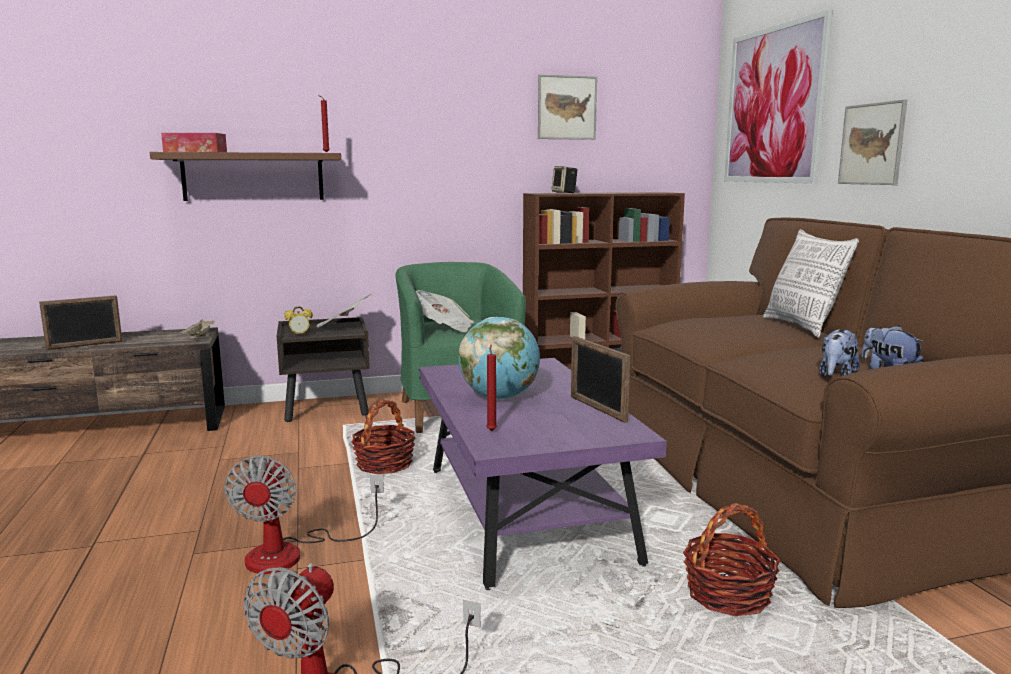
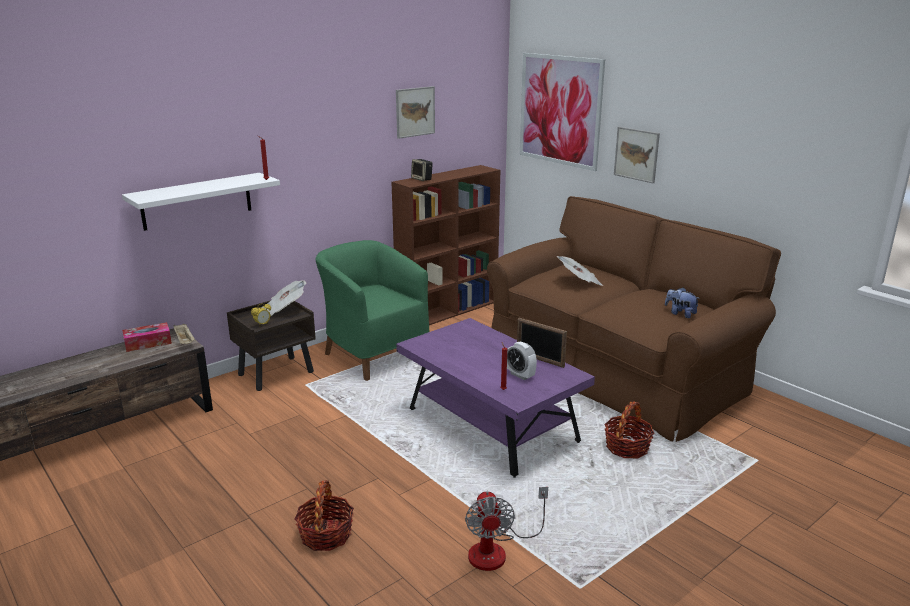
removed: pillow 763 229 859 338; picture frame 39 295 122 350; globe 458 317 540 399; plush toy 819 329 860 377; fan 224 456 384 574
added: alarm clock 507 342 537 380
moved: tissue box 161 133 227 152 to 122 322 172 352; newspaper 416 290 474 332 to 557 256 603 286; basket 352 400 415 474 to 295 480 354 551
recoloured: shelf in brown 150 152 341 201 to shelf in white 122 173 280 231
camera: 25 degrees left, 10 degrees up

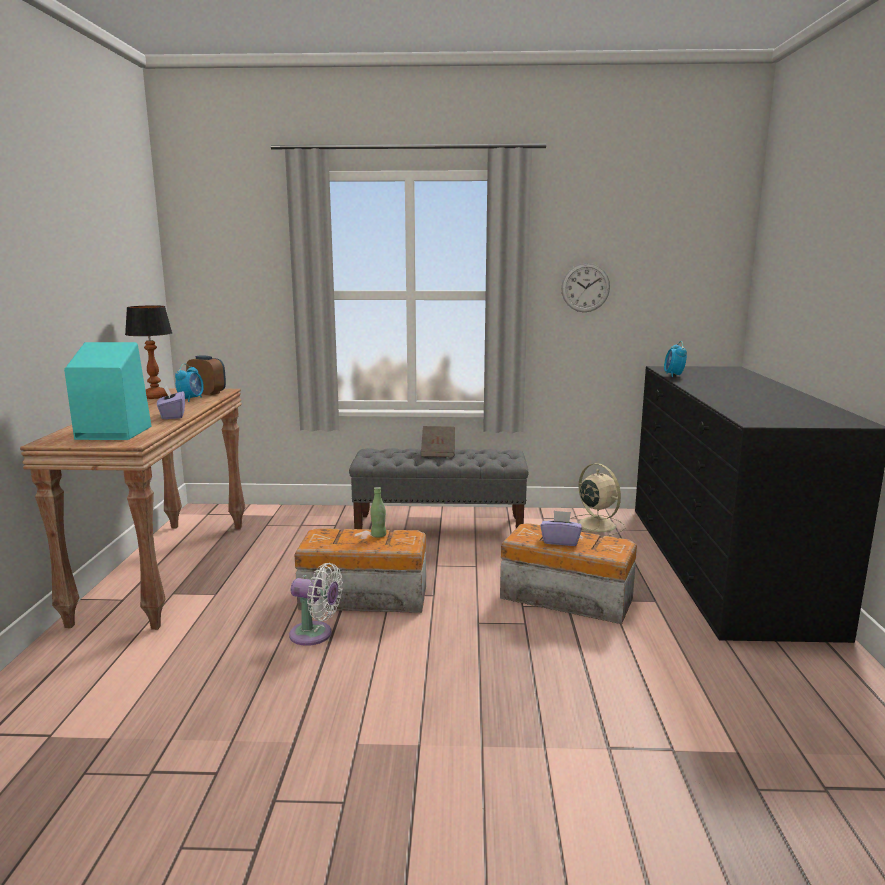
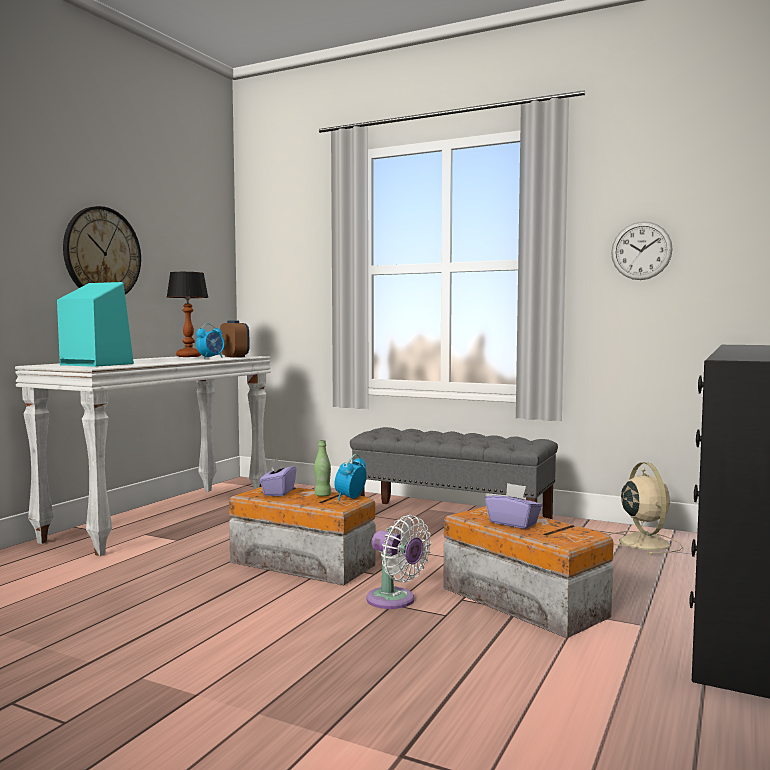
removed: book in brown 421 426 455 457
added: wall clock 63 206 141 295
moved: alarm clock 664 341 687 377 to 334 454 367 501; tissue box in purple 157 386 185 419 to 260 459 296 496; fan in white 289 563 343 646 to 366 515 431 609
recoloured: console table in brown 20 388 245 630 to console table in white 15 355 271 556
camera: 25 degrees right, 10 degrees down

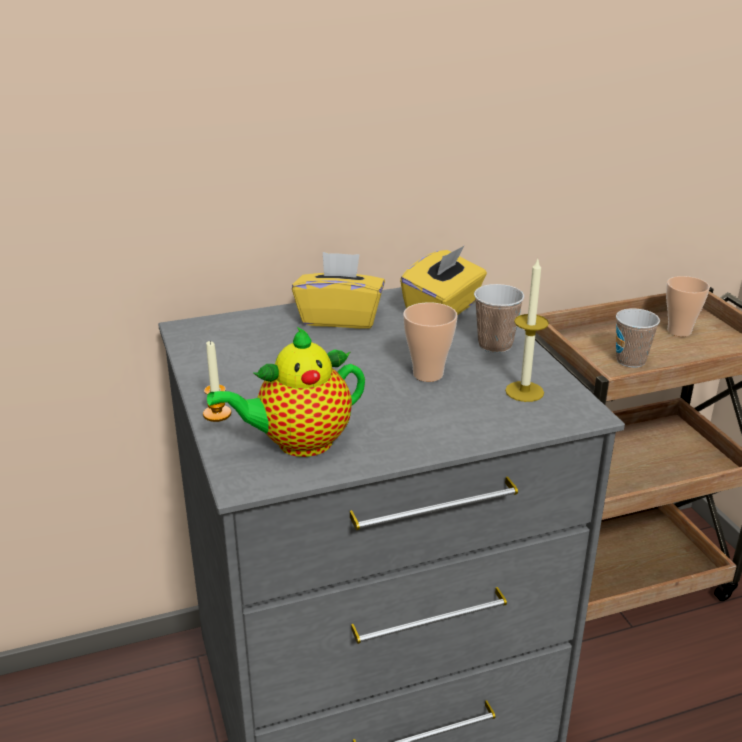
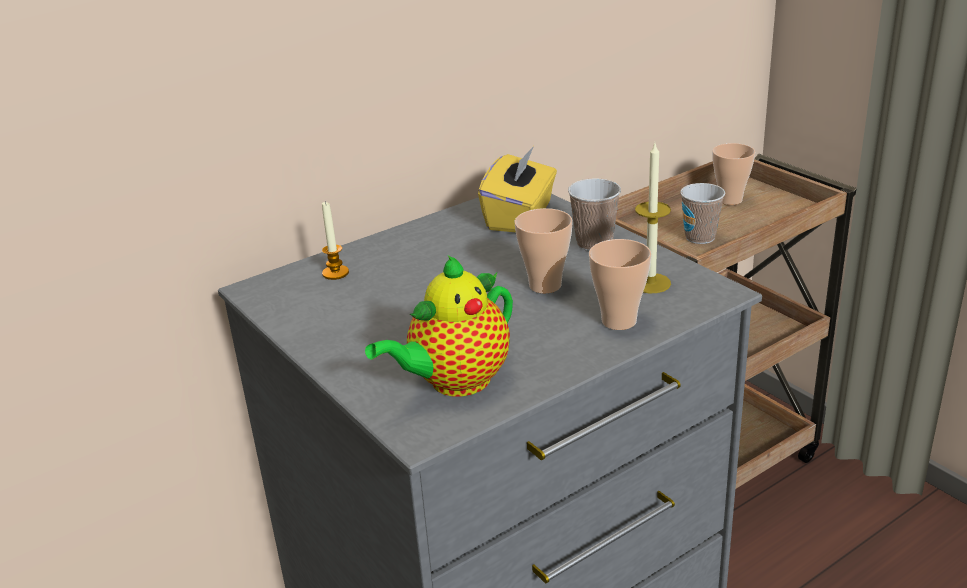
removed: tissue box in yellow 292 252 385 329
added: cup 589 239 651 330
moved: candle 203 341 231 422 to 322 201 349 280
camera: 15 degrees left, 0 degrees up

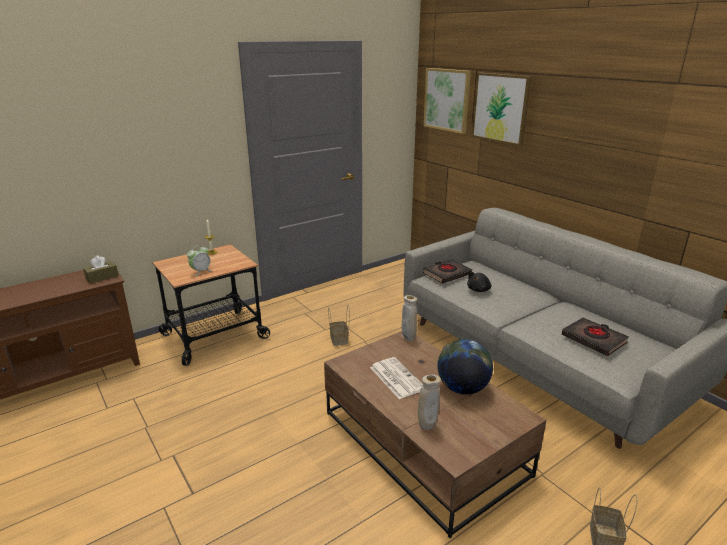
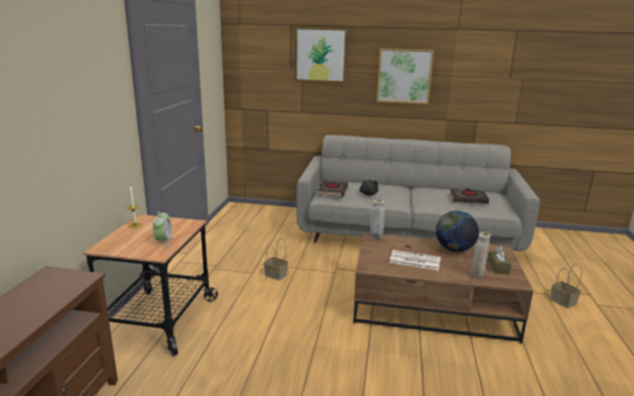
moved: picture 423 68 471 134 to 377 48 434 104; tissue box in brown 83 256 119 283 to 488 246 512 274
camera: 45 degrees left, 5 degrees down

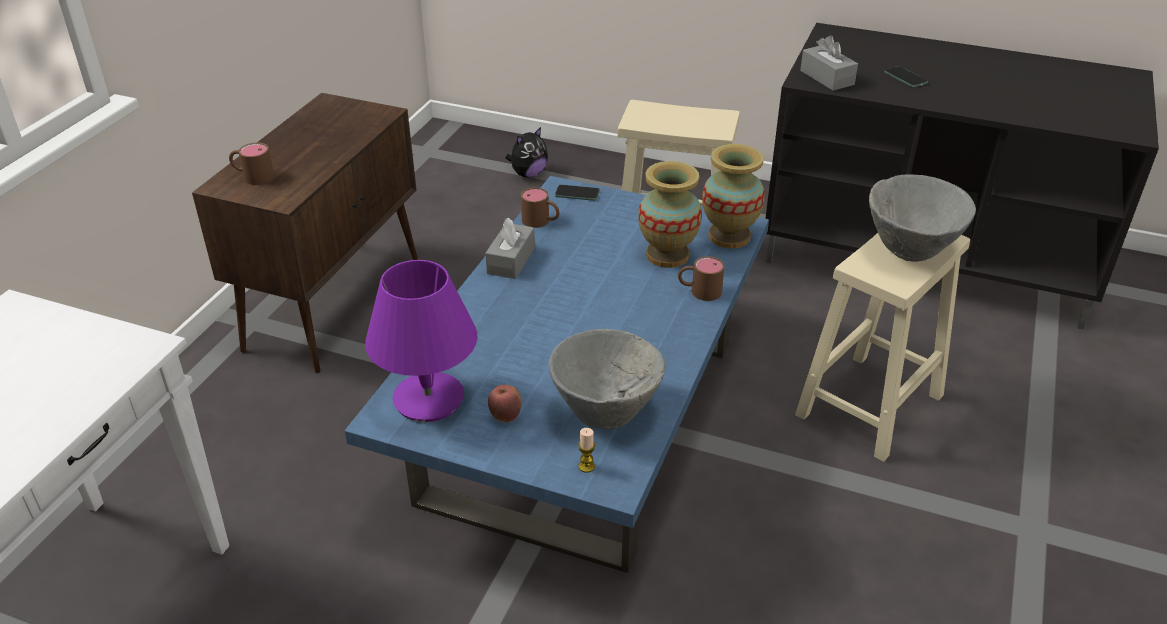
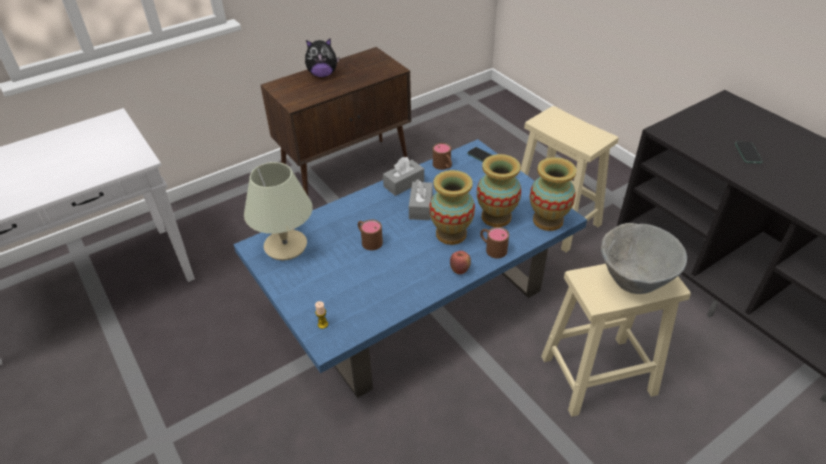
removed: bowl in grey 549 329 666 429
added: vase 429 170 475 245
moved: tissue box in grey 800 35 858 91 to 409 180 433 220; plush toy 506 127 548 178 to 305 39 339 77; mug in brown 229 142 274 185 to 358 220 383 250; apple 488 385 521 422 to 450 251 471 274
recoloured: table lamp in purple 365 260 478 422 to table lamp in beige 244 162 313 260
camera: 35 degrees right, 5 degrees up

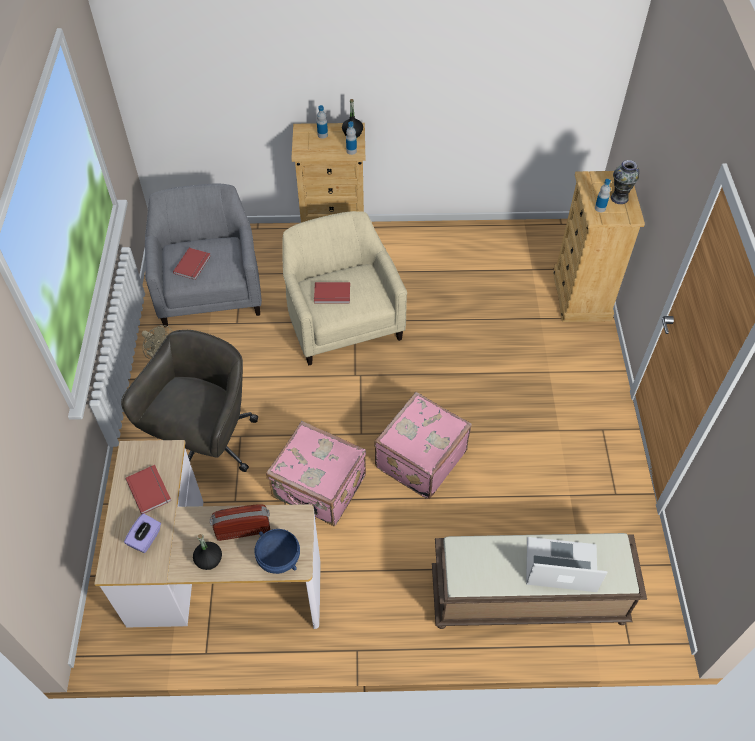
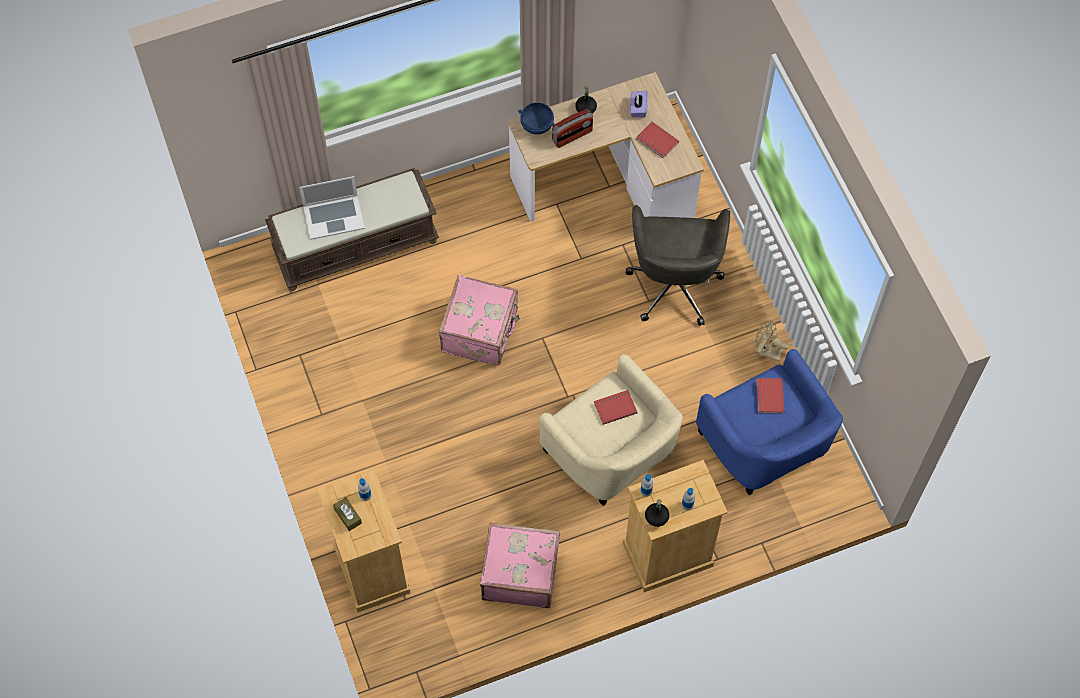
moved: suitcase in pink 266 421 366 526 to 480 523 560 608
replaced: vase 611 160 639 204 to tissue box in brown 333 497 362 531
recoloured: armchair in grey 145 184 262 327 to armchair in blue 696 349 843 495
camera: 160 degrees right, 10 degrees up

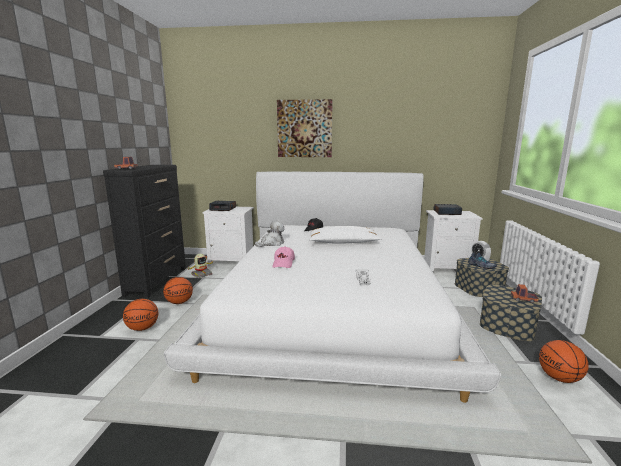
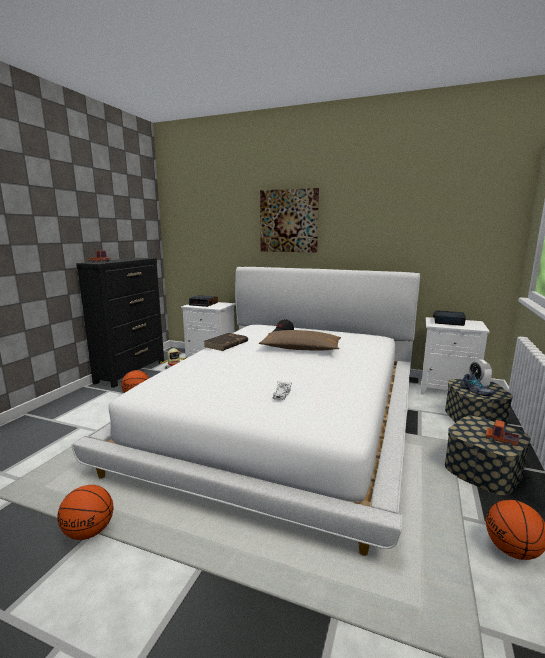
removed: cap in pink 273 246 295 268
moved: basketball 123 299 158 331 to 57 485 113 540
replaced: plush toy 255 221 284 247 to book in brown 204 333 248 351
recoloured: pillow in white 309 226 382 244 to pillow in brown 259 330 341 351
camera: 15 degrees right, 0 degrees up

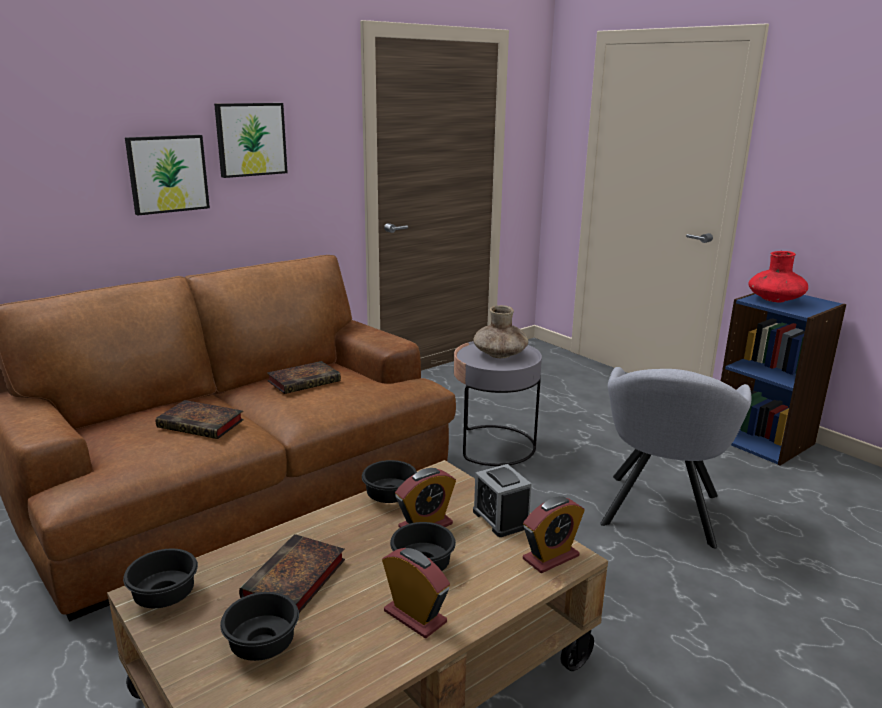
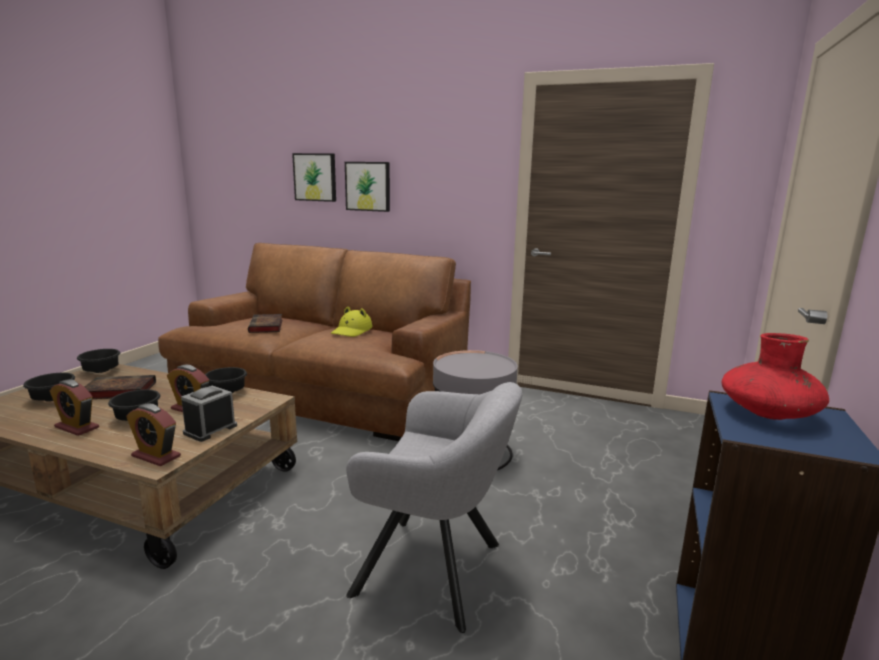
removed: vase in brown 473 305 528 358
moved: picture 214 103 288 178 to 292 153 336 202
replaced: book 267 361 341 394 to hat in yellow 331 306 372 337
turned: armchair in grey 600 367 751 549 = 346 382 522 633 150 degrees counterclockwise; alarm clock 382 548 450 638 = 50 379 99 436 105 degrees clockwise
camera: 60 degrees right, 5 degrees down

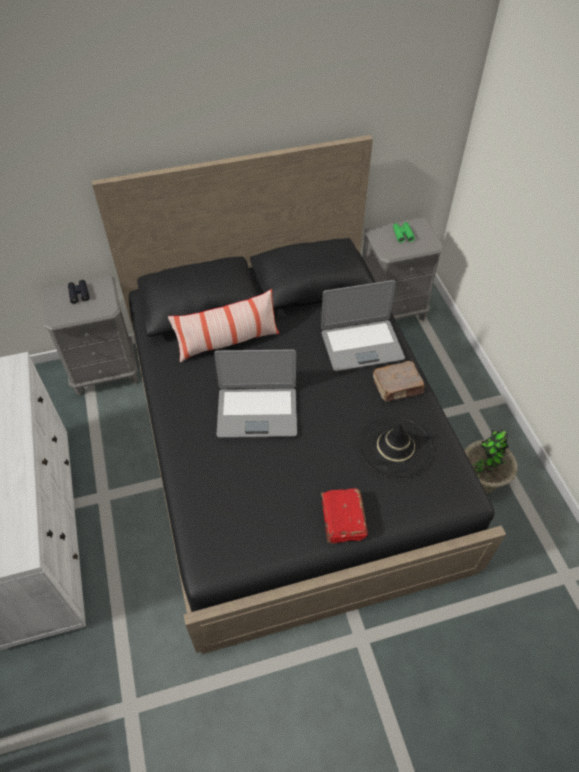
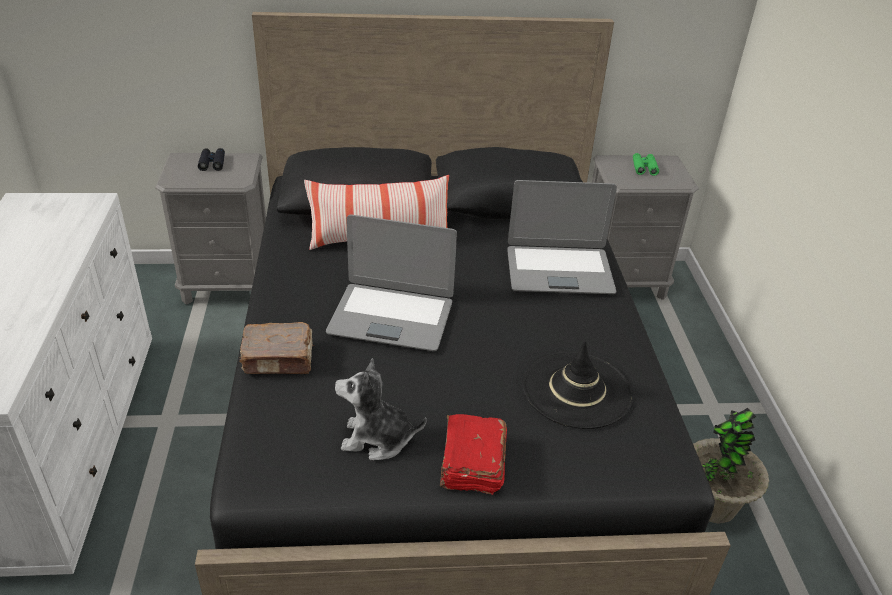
added: plush toy 335 358 427 461
moved: book in brown 373 361 425 402 to 240 322 314 374
camera: 10 degrees right, 15 degrees down

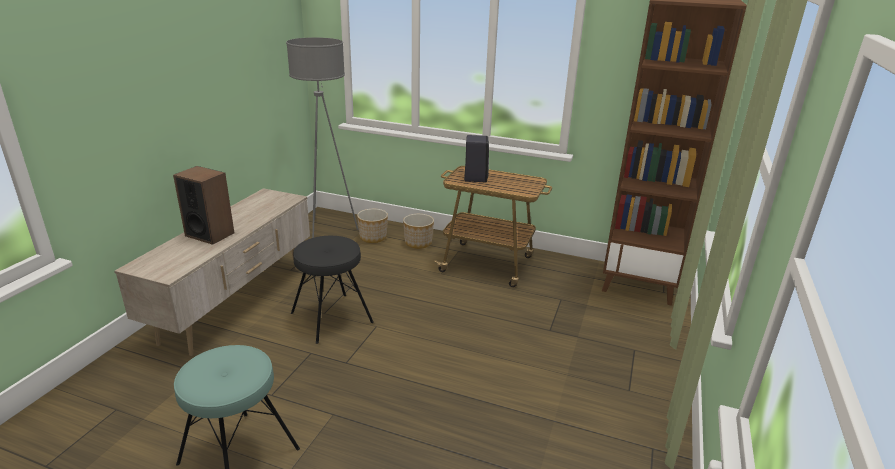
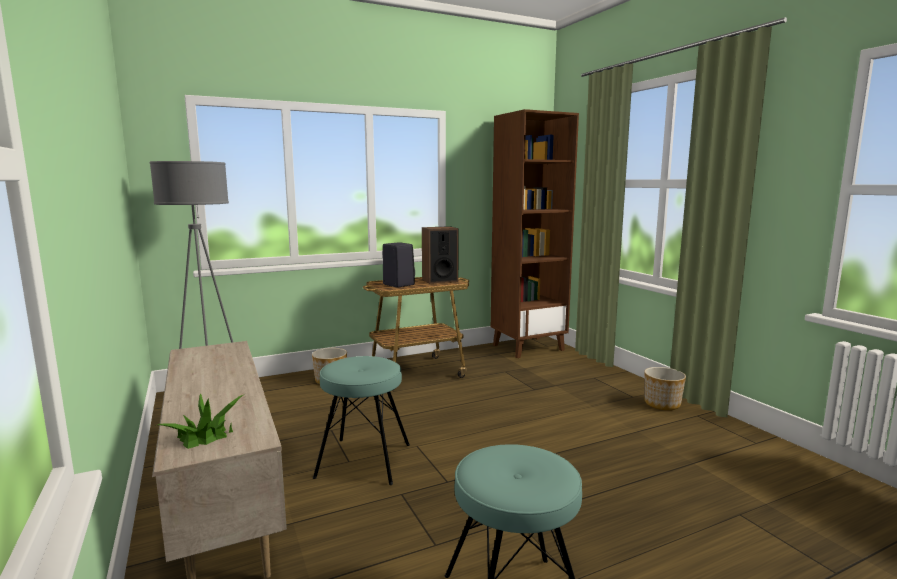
added: potted plant 158 393 245 449
moved: speaker 173 166 234 245 to 422 226 459 284; planter 357 209 388 243 to 644 367 686 410
recoloured: stool in black 291 236 374 344 to stool in turquoise 313 356 410 485
camera: 45 degrees left, 15 degrees down

